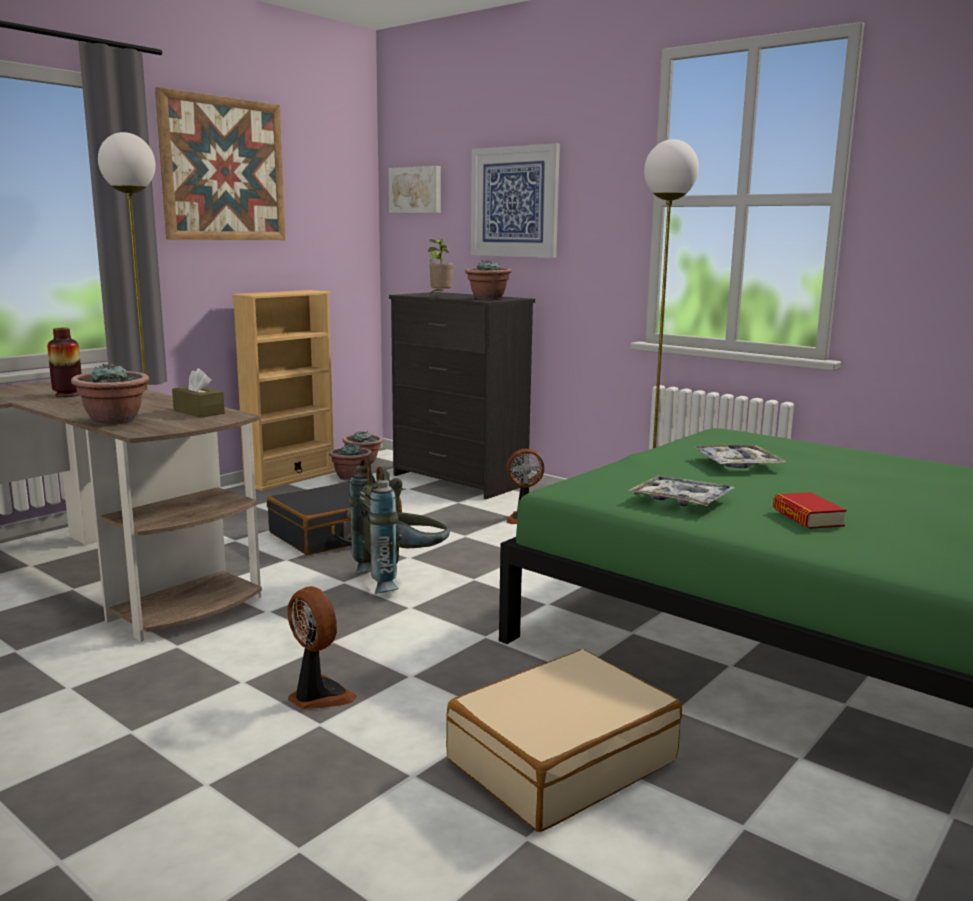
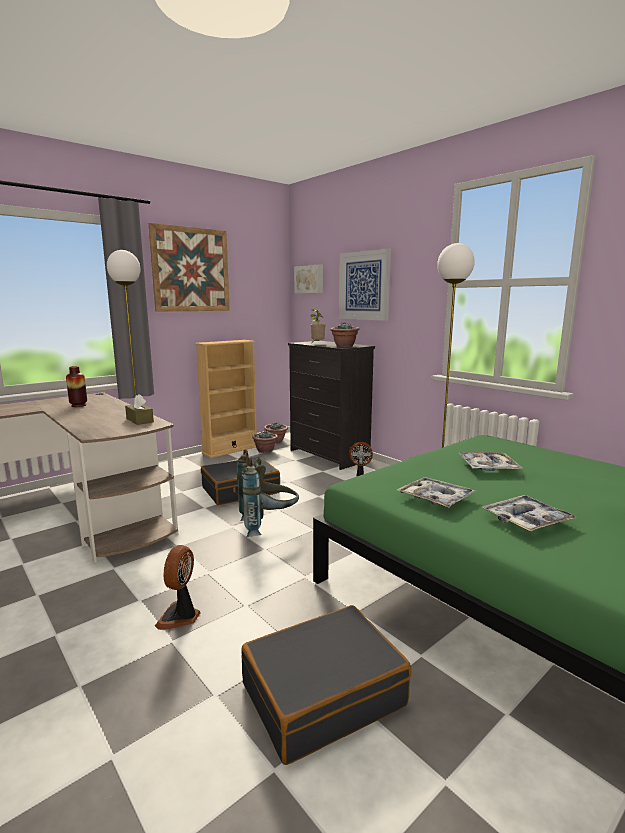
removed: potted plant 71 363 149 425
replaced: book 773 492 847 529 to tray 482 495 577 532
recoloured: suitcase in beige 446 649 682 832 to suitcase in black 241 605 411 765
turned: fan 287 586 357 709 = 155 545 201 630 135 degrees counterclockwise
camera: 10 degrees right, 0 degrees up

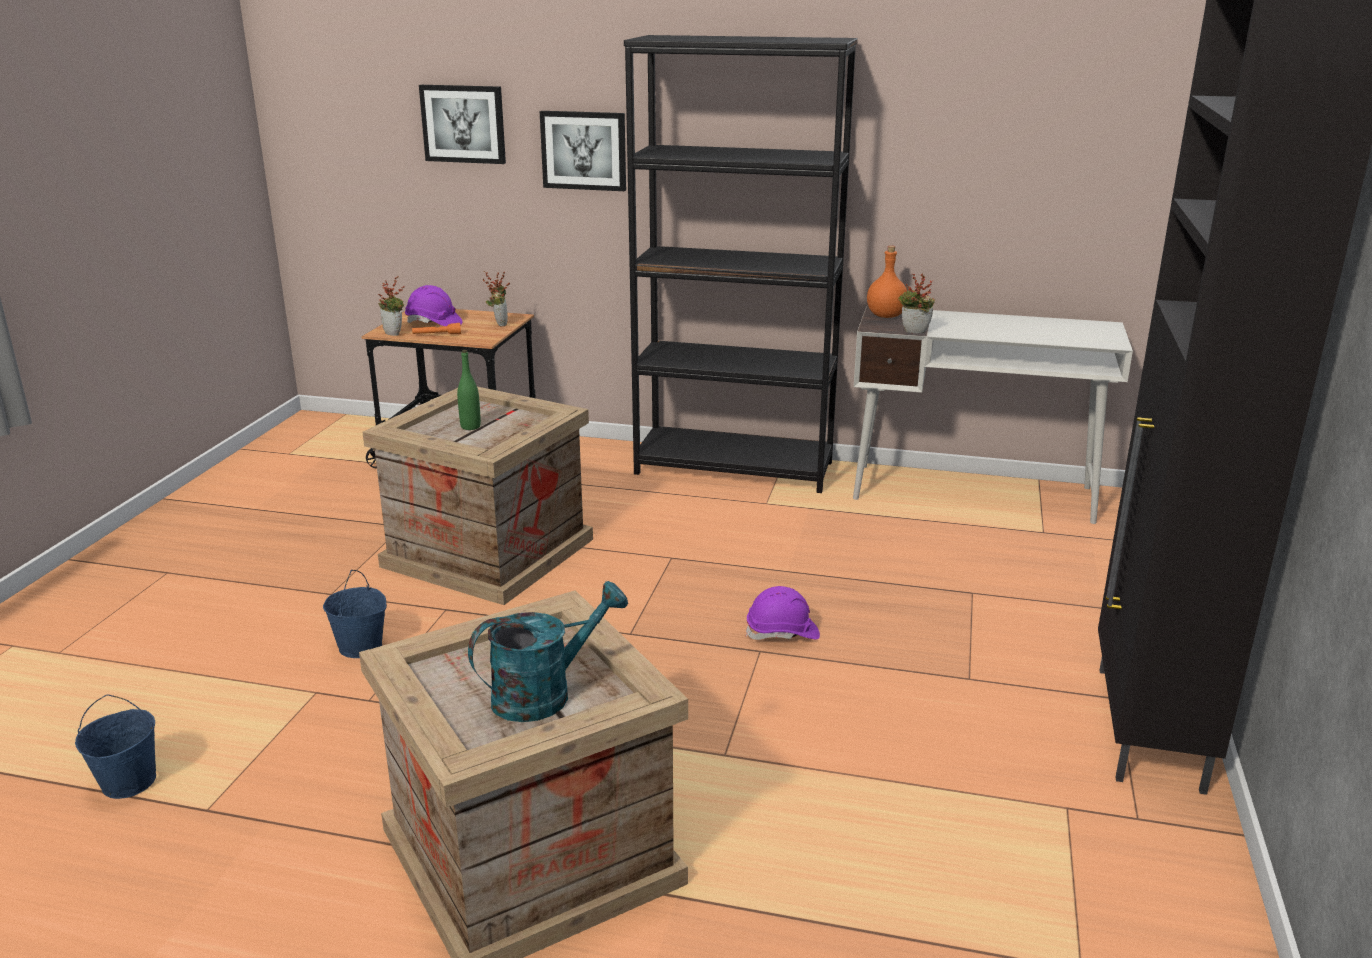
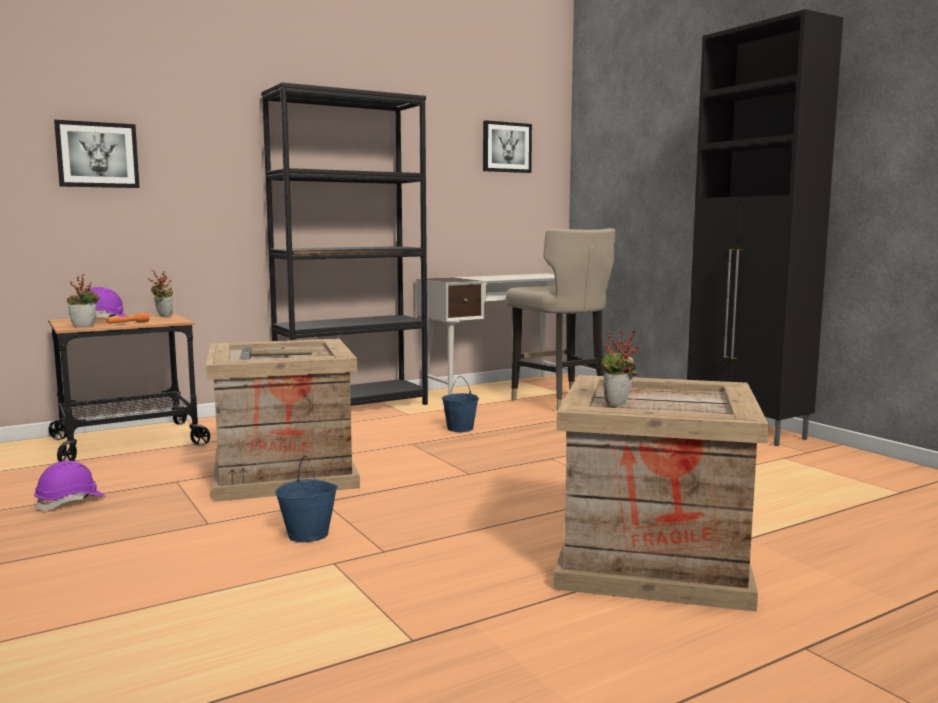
removed: bottle in orange 867 245 907 318; watering can in turquoise 468 581 628 722
added: stool in beige 506 228 615 411
moved: picture 540 111 626 191 to 483 120 532 173; potted plant 898 273 935 333 to 601 329 638 406; hard hat in purple 746 586 820 640 to 34 461 105 512; bucket in blue 75 694 156 799 to 442 376 479 432
replaced: bottle in green 457 350 481 430 to hammer 241 346 312 360
camera: 45 degrees left, 15 degrees down

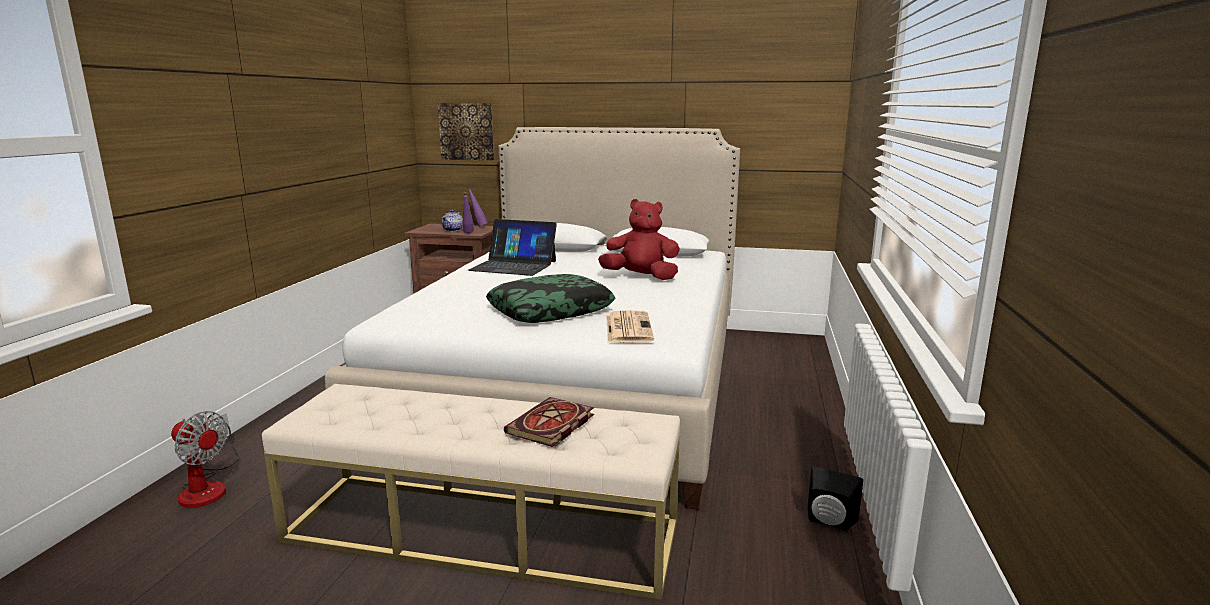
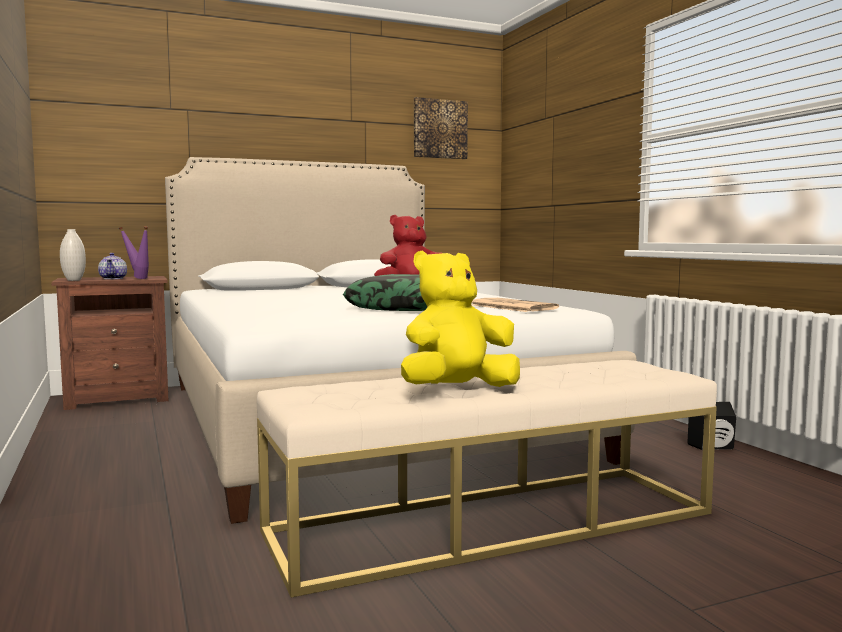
removed: laptop 468 219 557 276; book 504 397 594 447; fan 171 411 239 508
added: vase in white 60 229 86 281; plush toy in yellow 401 251 520 387
moved: picture 438 103 494 160 to 414 97 468 159
camera: 35 degrees left, 10 degrees down

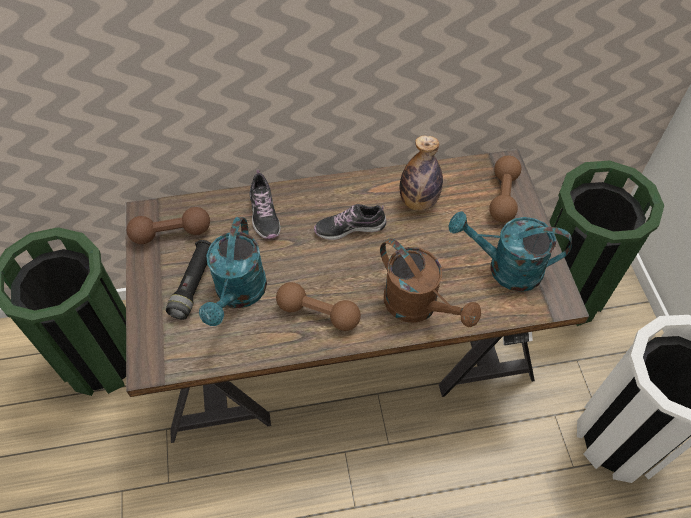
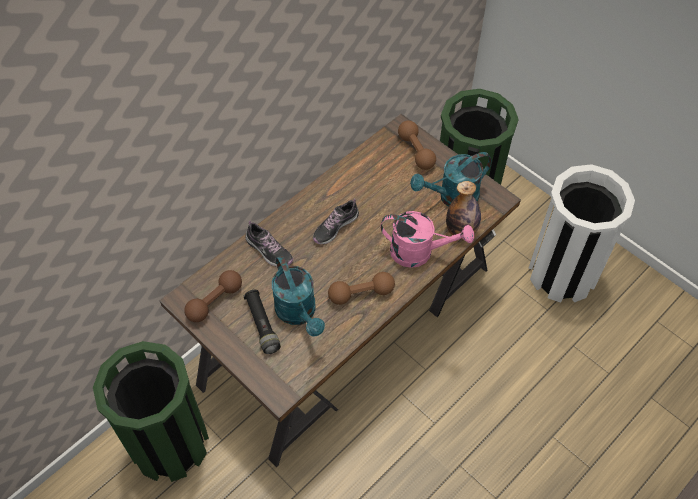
moved: bottle 400 135 443 211 to 446 181 481 239
recoloured: watering can in brown 380 238 481 327 to watering can in pink 380 211 474 268
camera: 35 degrees left, 0 degrees up

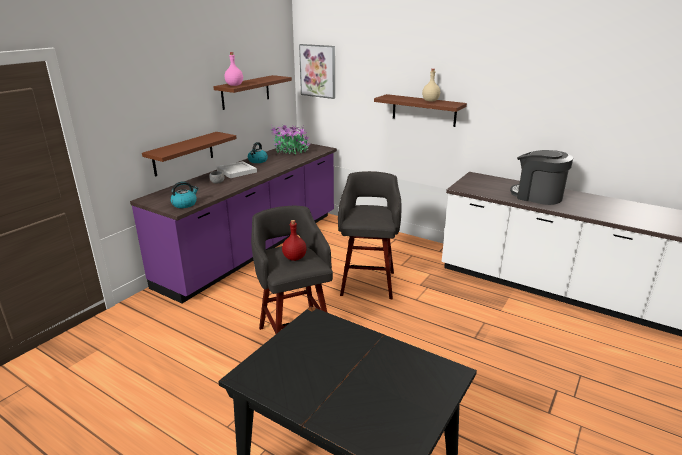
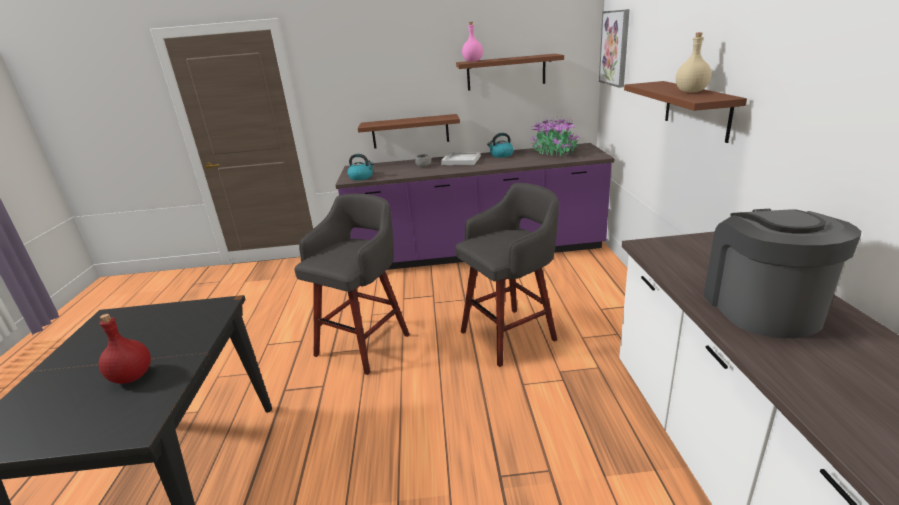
moved: bottle in red 282 220 307 261 to 99 314 151 384
camera: 55 degrees right, 0 degrees up

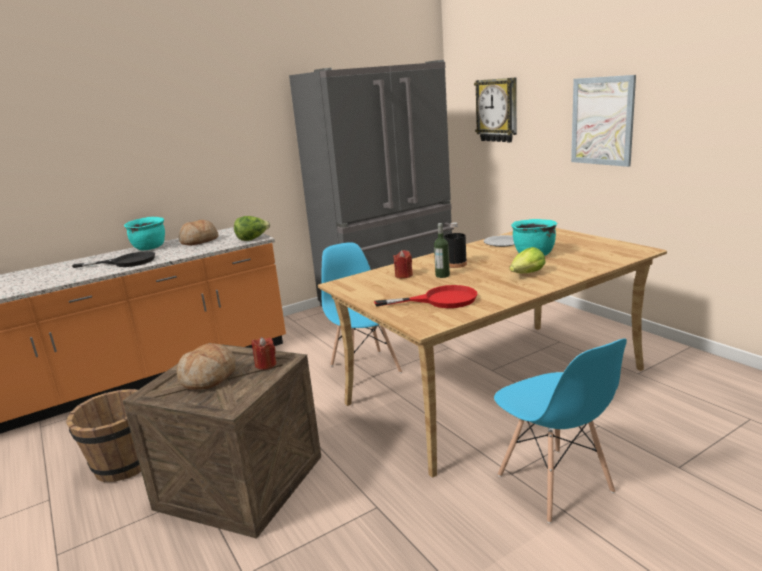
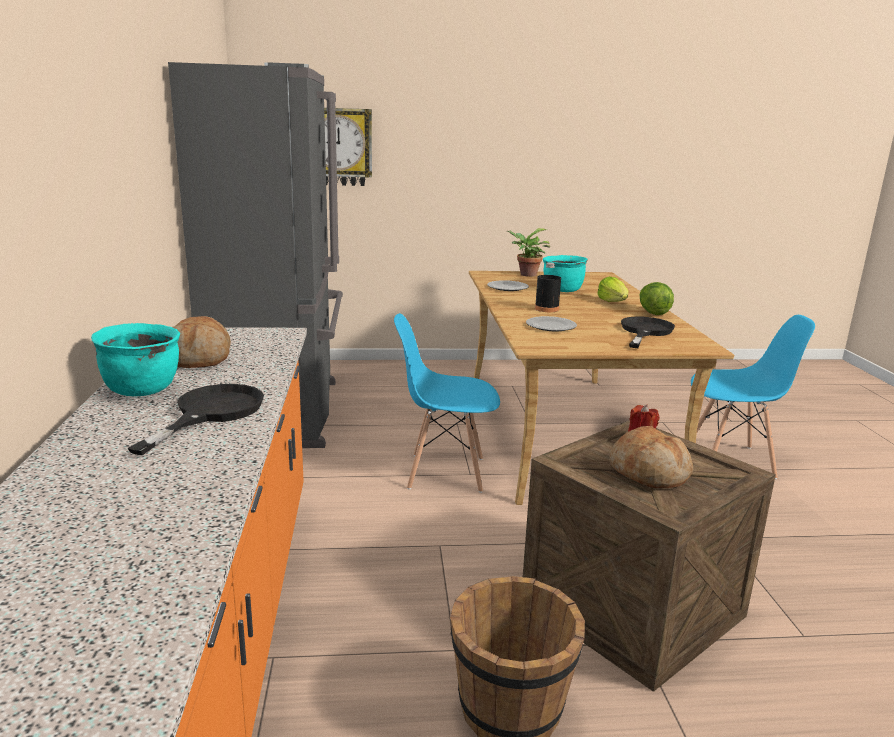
removed: picture 571 75 636 167; bottle 434 223 450 278
added: potted plant 506 228 551 277
moved: lettuce 234 216 270 241 to 640 282 674 315
replaced: candle in red 393 250 413 278 to plate 526 316 577 331
recoloured: frying pan in red 374 285 477 308 to frying pan in black 621 317 675 348
camera: 65 degrees left, 0 degrees up

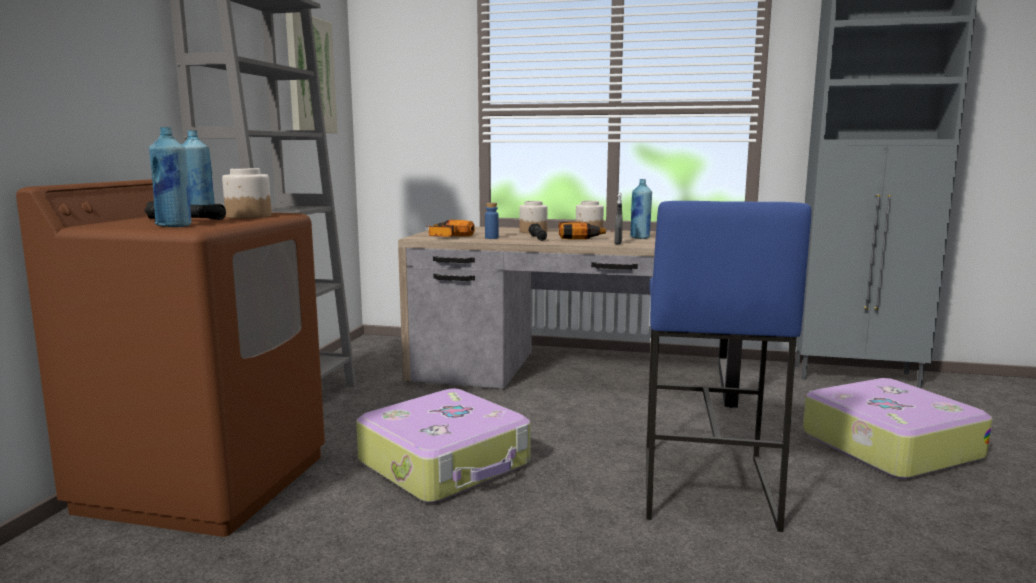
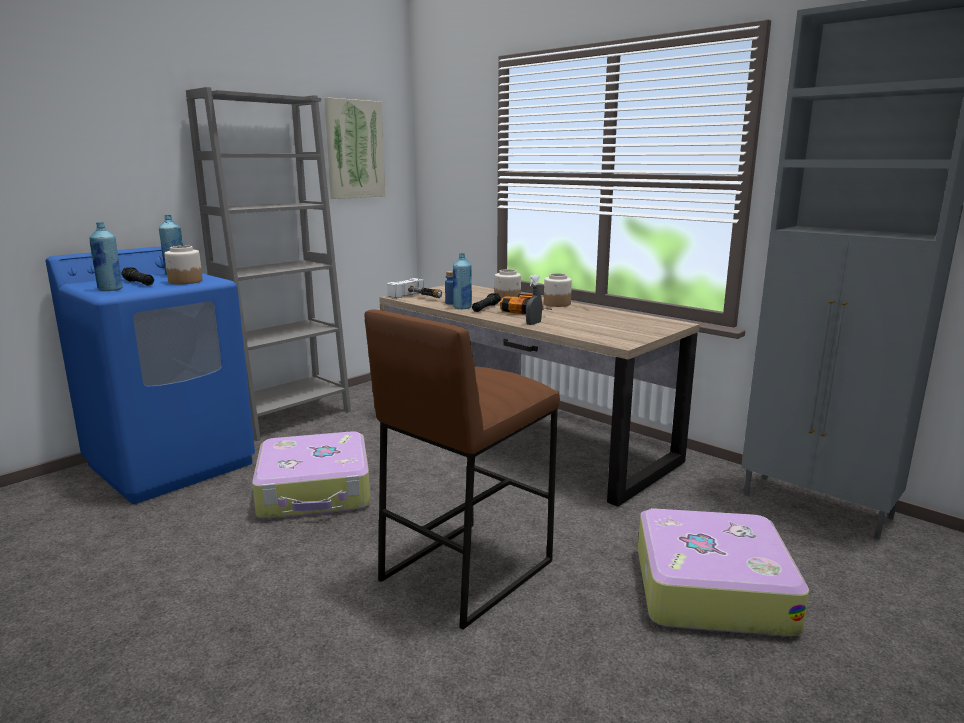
moved: bottle in blue 630 179 652 239 to 453 253 472 309
replaced: power drill 426 220 475 237 to hammer 387 278 442 298
recoloured: washing machine in brown 16 179 325 537 to washing machine in blue 46 246 255 504; stool in blue 646 201 812 532 to stool in brown 365 309 560 630
camera: 30 degrees right, 5 degrees up

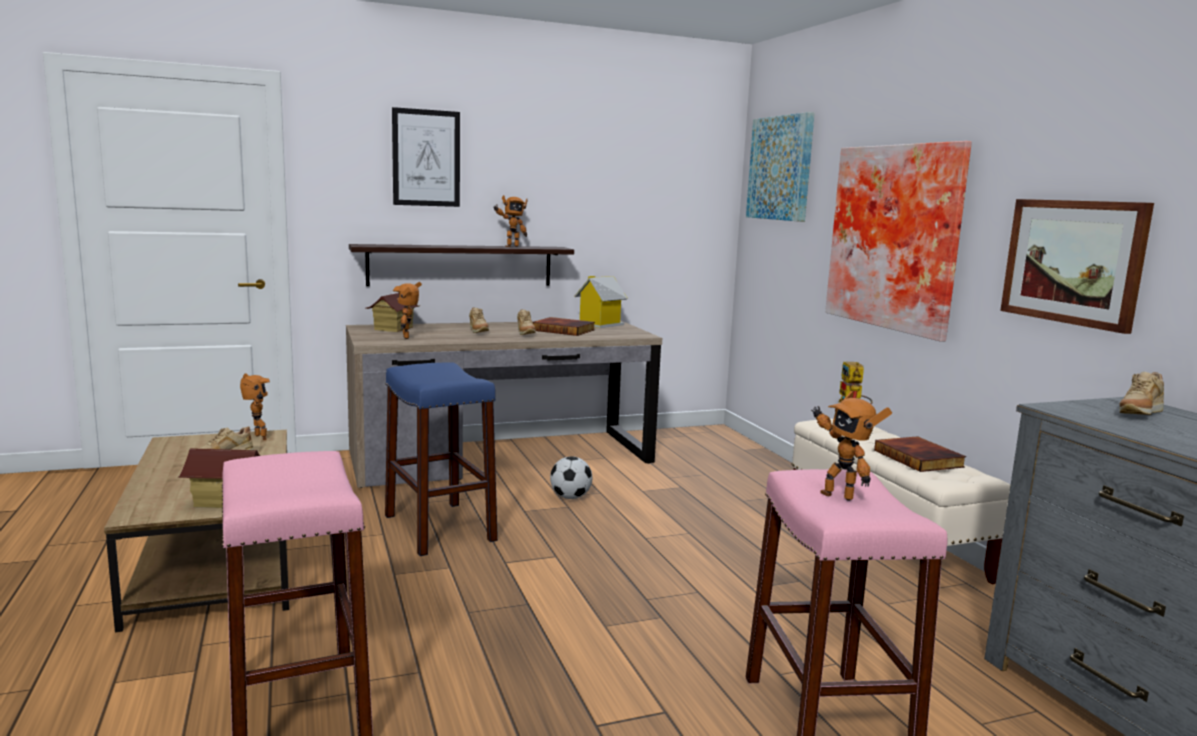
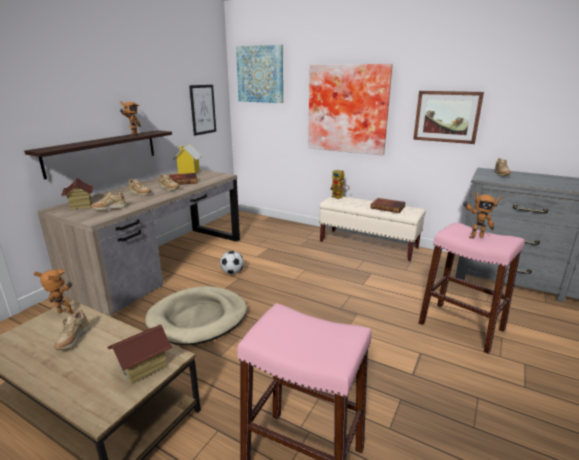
moved: picture 392 107 460 207 to 189 85 216 136
replaced: toy robot 393 282 422 339 to shoe in beige 91 192 126 210; stool in blue 385 362 498 556 to dog bed in beige 145 286 247 345
camera: 40 degrees left, 10 degrees up

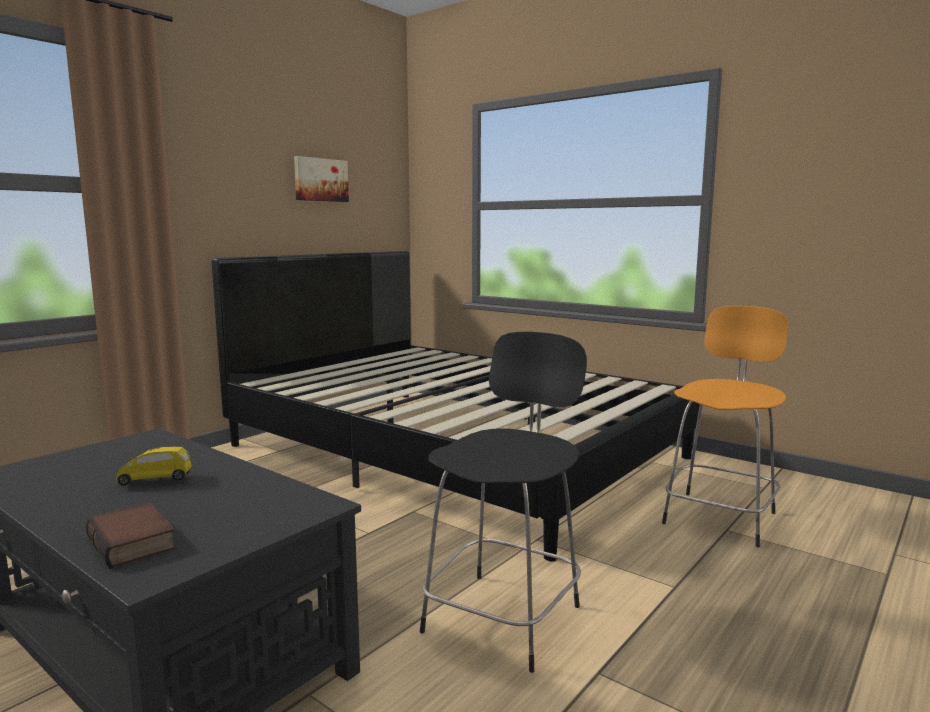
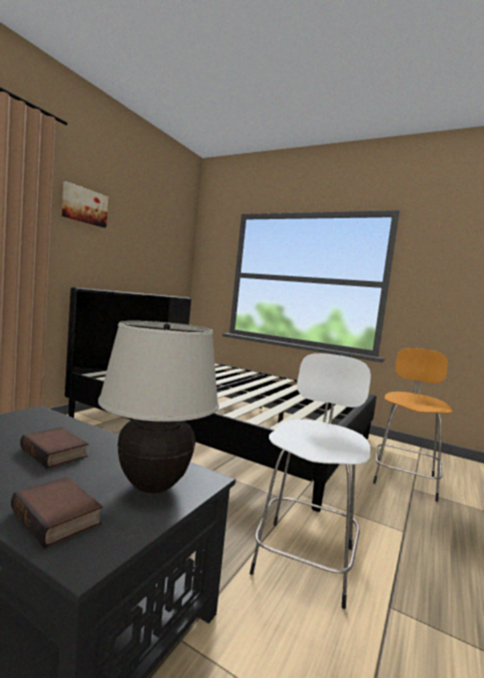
added: table lamp in beige 98 321 219 494
moved: picture 294 156 349 202 to 62 181 108 228
replaced: toy car in yellow 116 446 192 486 to book 20 427 88 468
recoloured: stool in black 420 332 587 673 to stool in white 250 353 371 609
camera: 10 degrees left, 5 degrees down

